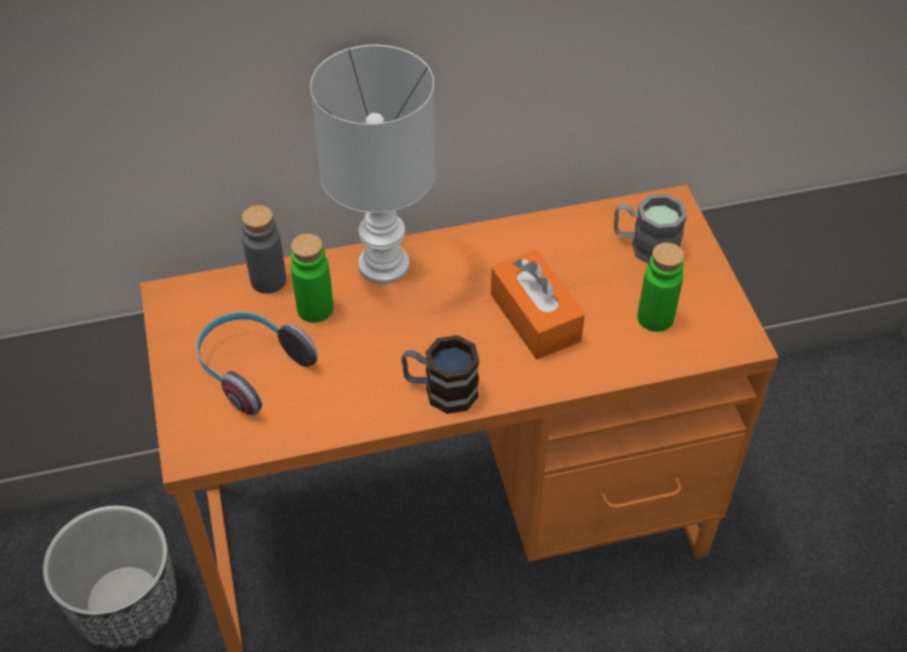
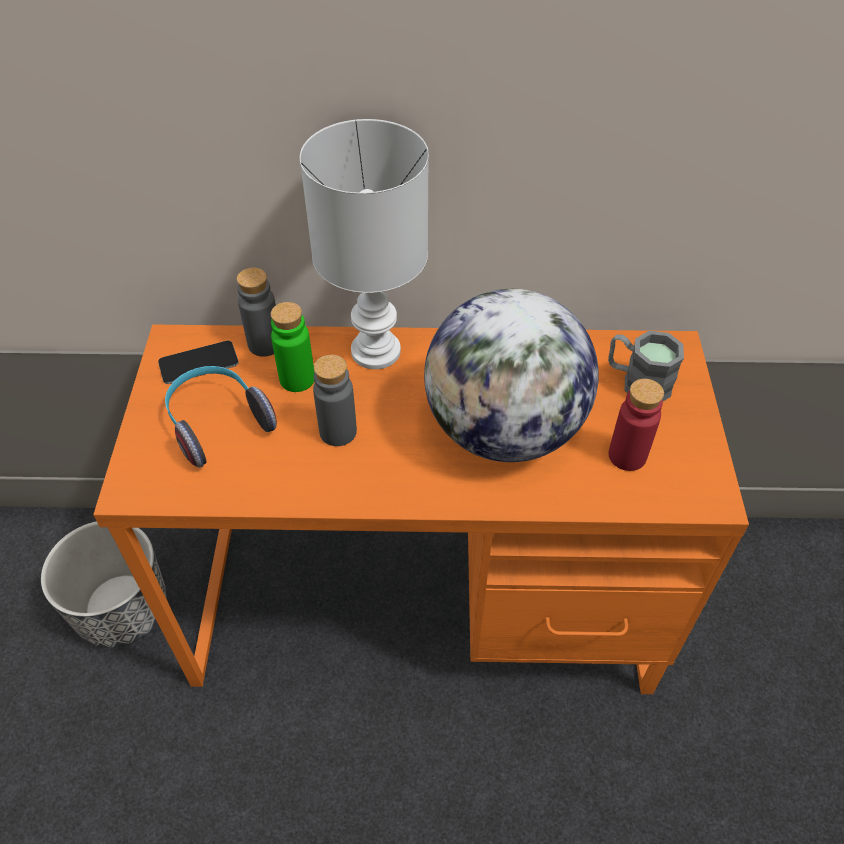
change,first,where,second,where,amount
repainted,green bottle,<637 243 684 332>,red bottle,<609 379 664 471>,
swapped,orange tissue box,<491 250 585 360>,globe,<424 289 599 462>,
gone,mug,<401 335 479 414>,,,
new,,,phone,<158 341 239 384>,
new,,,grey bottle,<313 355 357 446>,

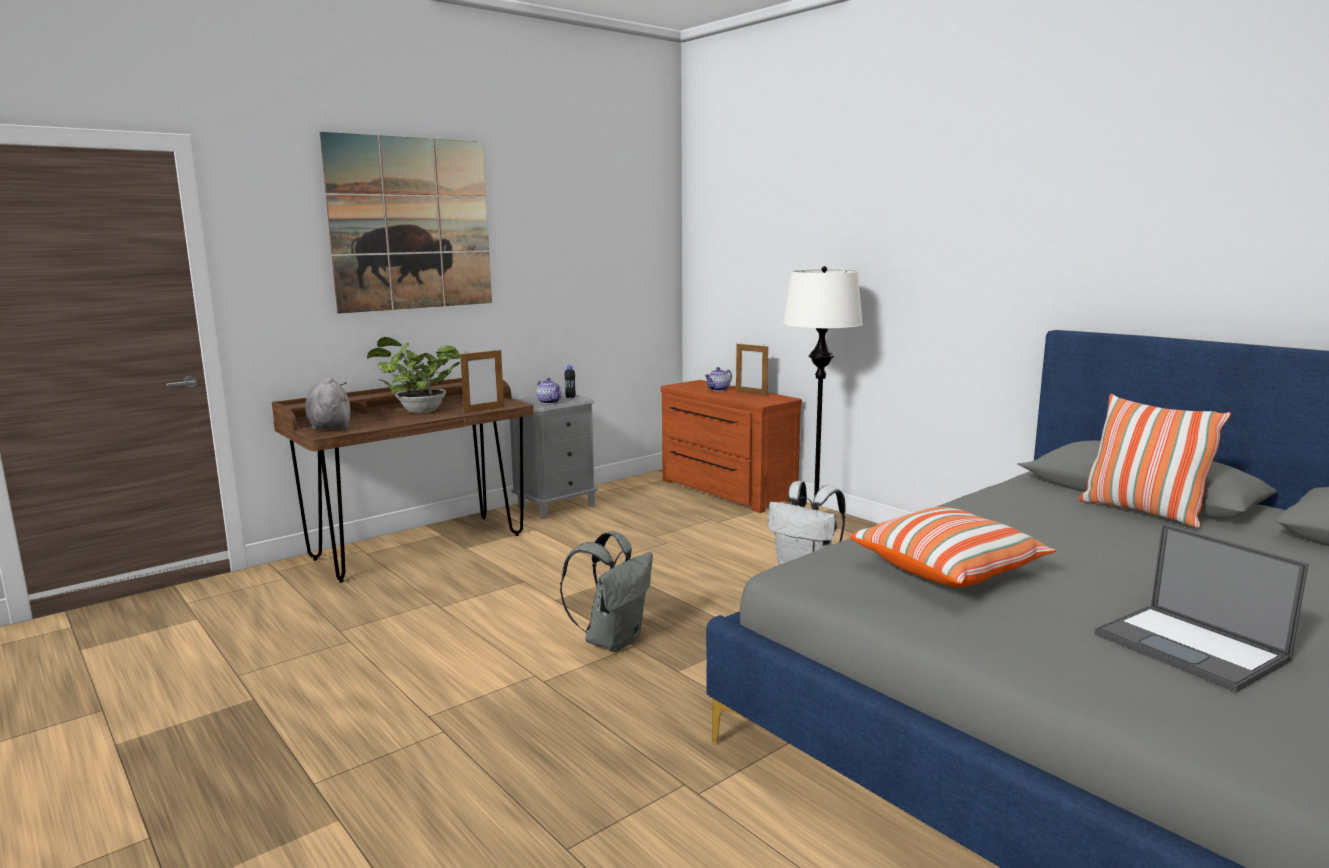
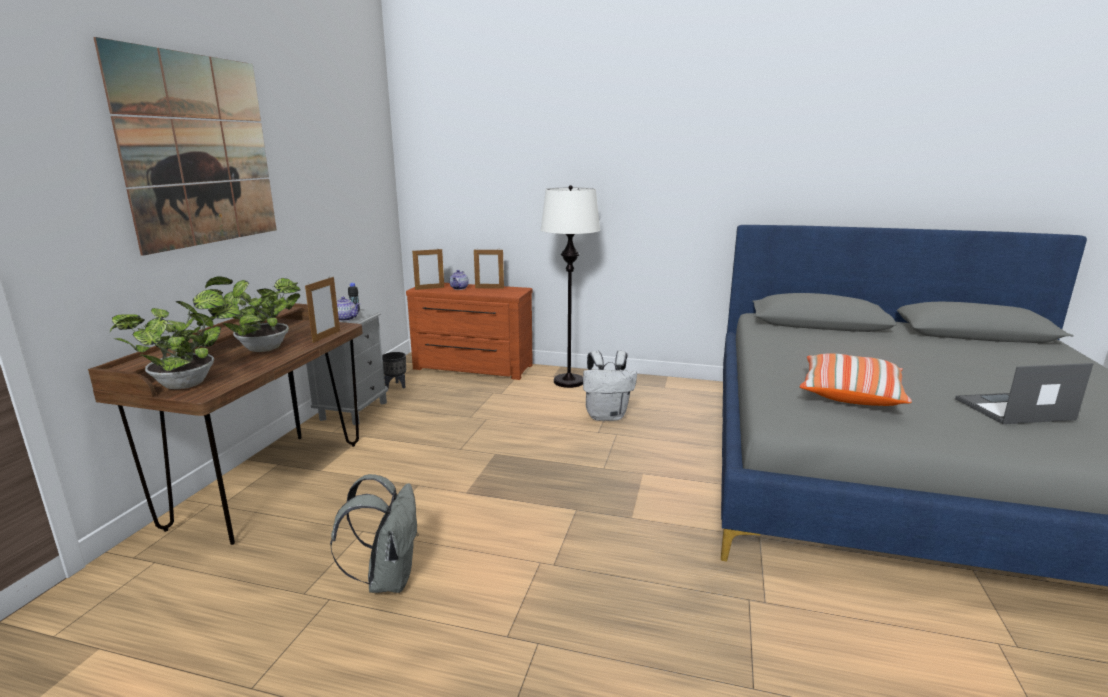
change,first,where,second,where,amount
swapped,grey plush toy,<305 377 350 431>,potted plant,<110 290 241 389>,
gone,pillow,<1078 394 1231 528>,,,
rotated,laptop,<1095 523 1309 692>,,<955 363 1093 424>,150 degrees clockwise
shifted,grey backpack,<560 531 653 652>,,<330 474 419 593>,
new,,,picture frame,<412 249 444 290>,
new,,,black planter,<382 352 406 389>,

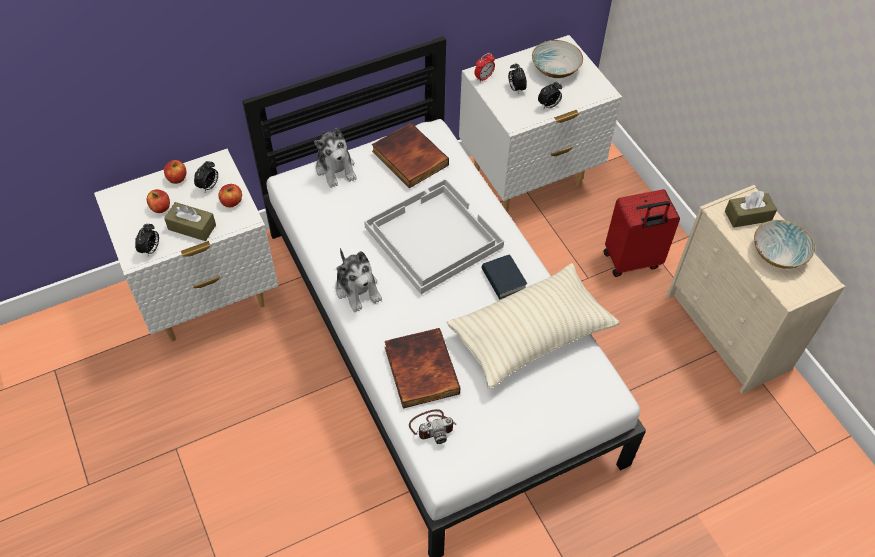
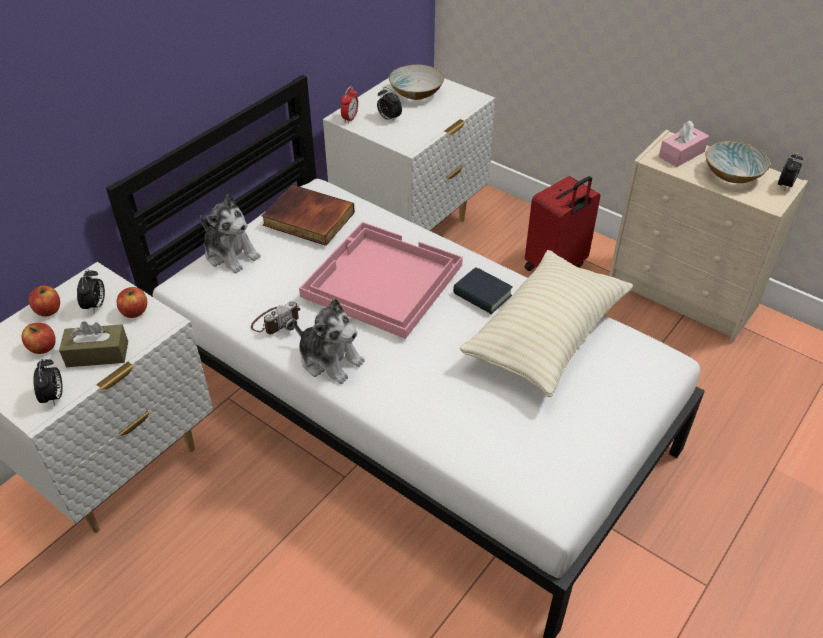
change,first,where,second,where,amount
shifted,alarm clock,<538 82 562 108>,,<778 152 803 190>,
repainted,white tray,<364 178 504 294>,pink tray,<299 222 463 339>,
repainted,brown tissue box,<725 191 777 228>,pink tissue box,<659 120 709 167>,
gone,book,<385 328 460 409>,,,
shifted,photo camera,<409 409 456 444>,,<251 301 300 334>,

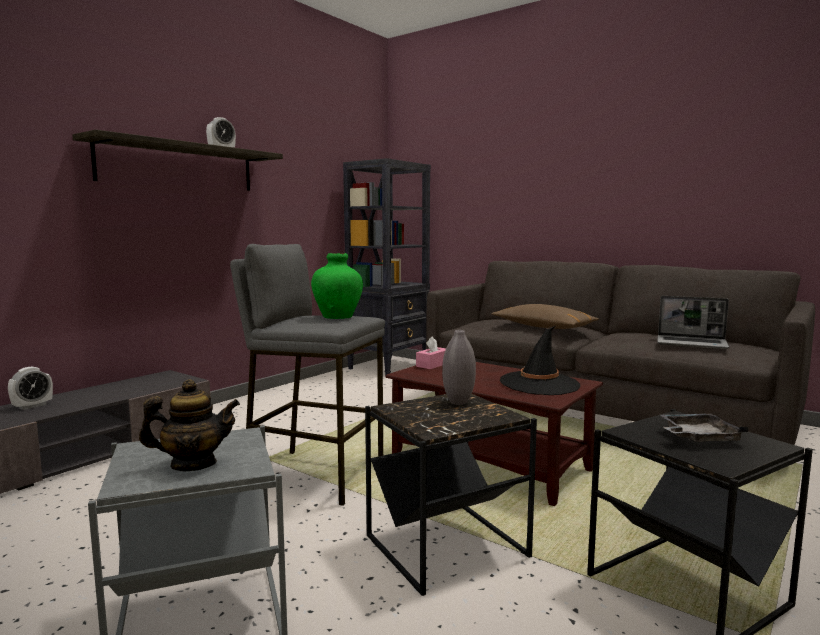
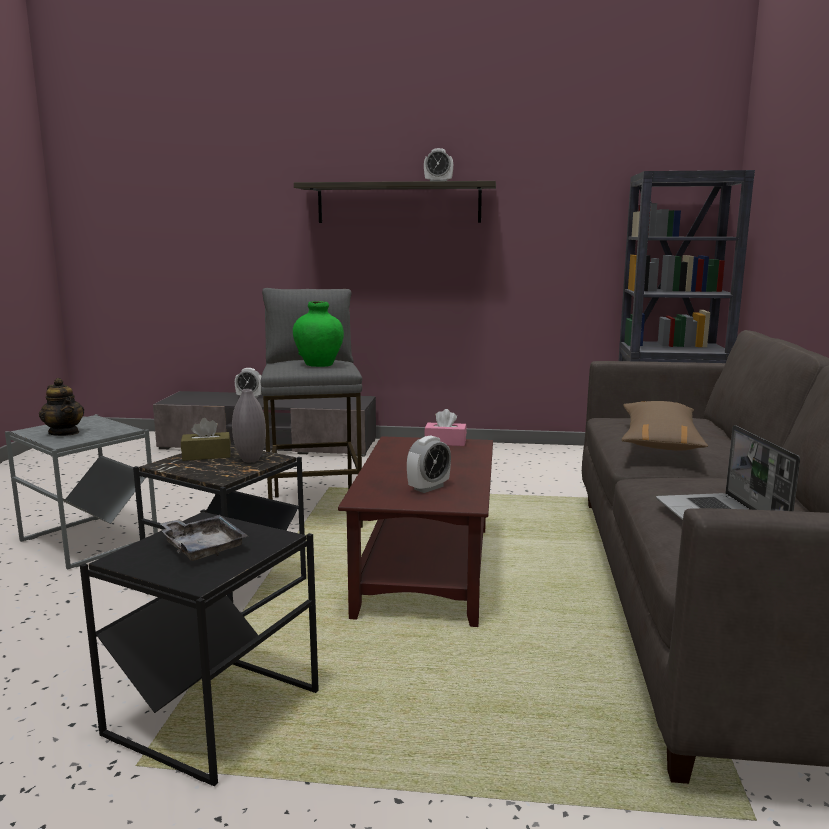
change,first,where,second,where,amount
swapped,black hat,<500 326 581 395>,alarm clock,<407 435 451 493>,
new,,,brown tissue box,<181 418 231 461>,

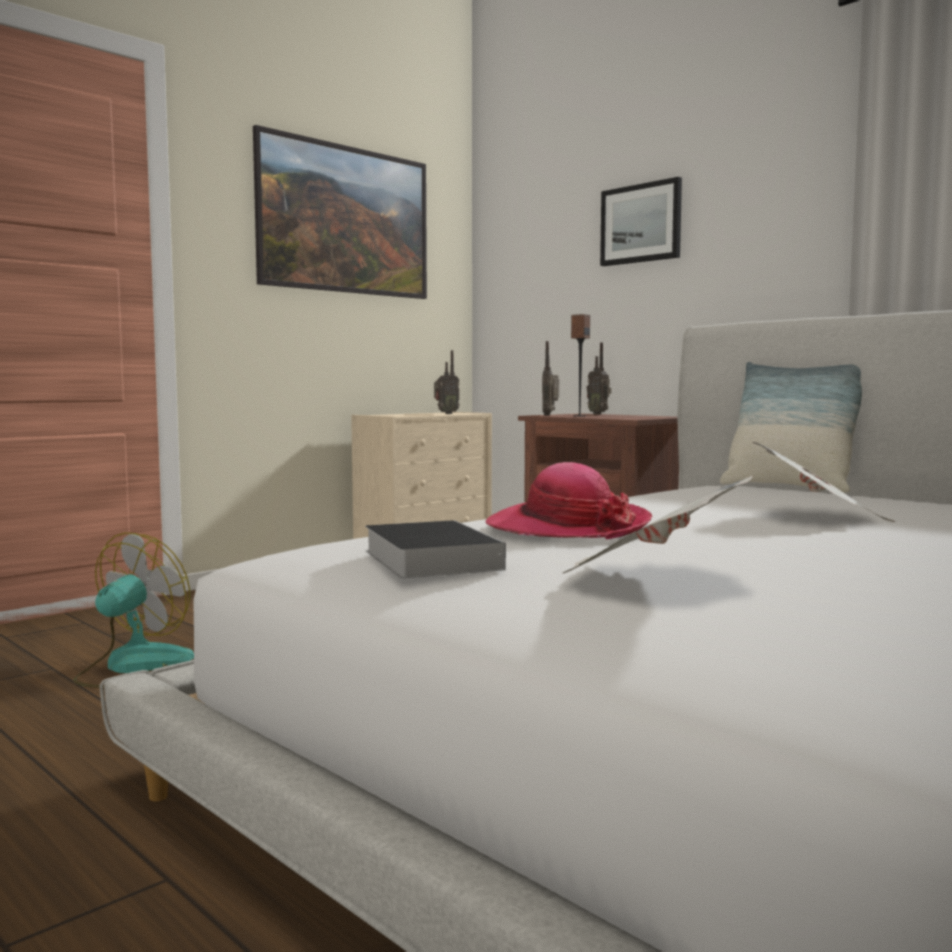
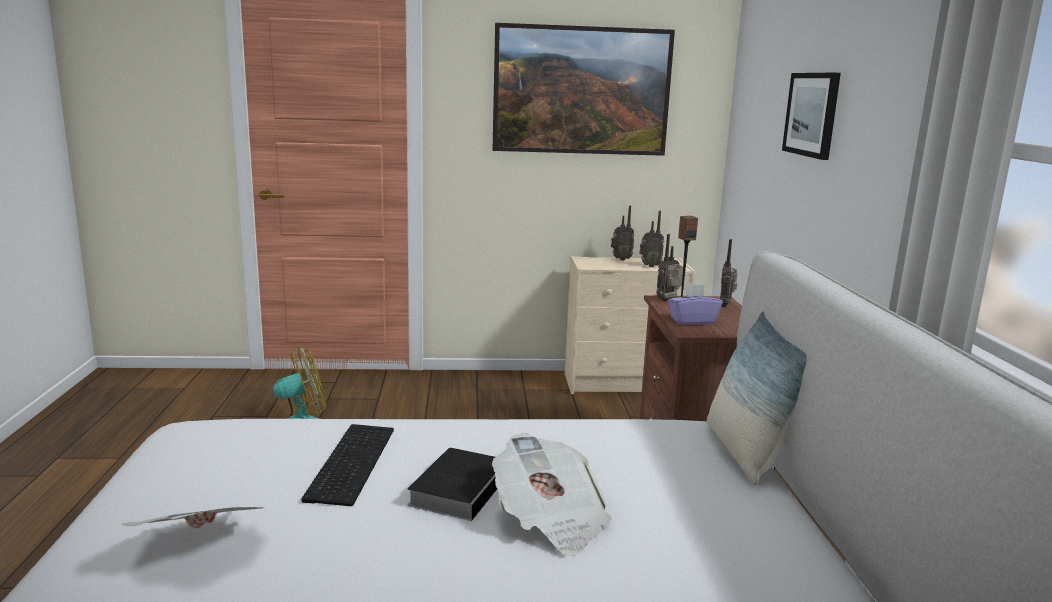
change,first,where,second,where,amount
swapped,hat,<486 462 653 540>,keyboard,<301 424 394 506>,
shifted,book,<365 520 506 578>,,<408 448 497 521>,
new,,,radio,<611 206 634 260>,
new,,,purple tissue box,<668 284 723 325>,

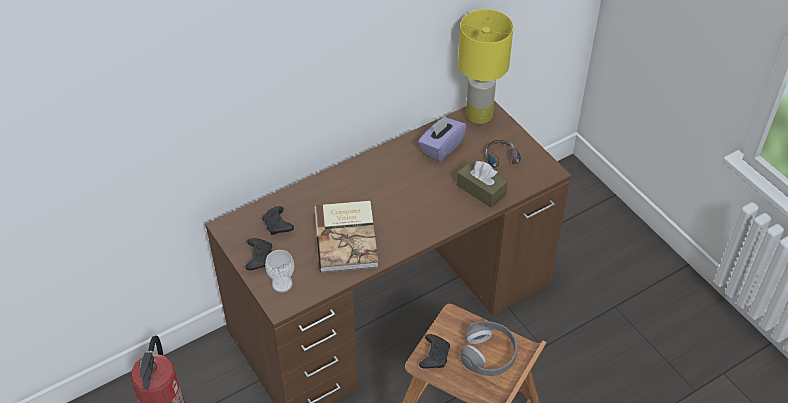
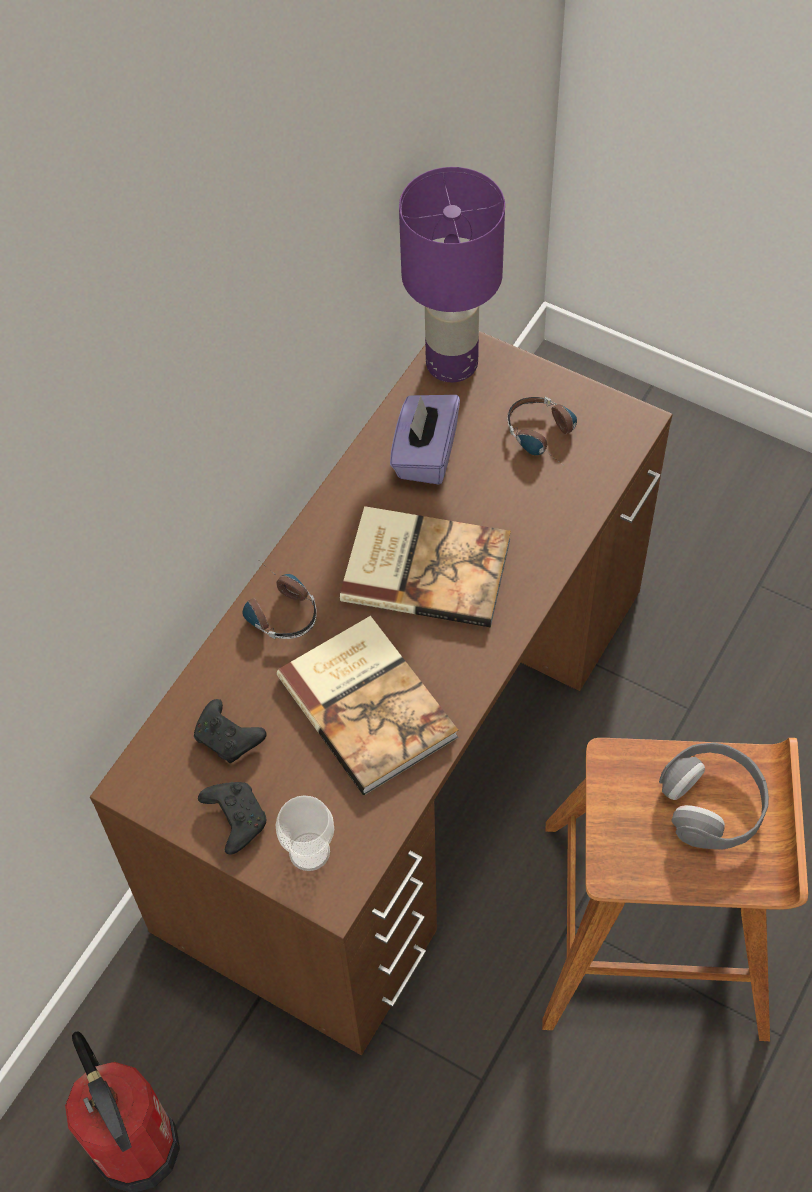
change,first,where,second,where,amount
repainted,yellow table lamp,<458 9 513 124>,purple table lamp,<399 167 505 383>,
gone,brown tissue box,<457 160 508 208>,,,
gone,black game controller,<419 334 450 368>,,,
new,,,book,<340 506 511 628>,
new,,,headphones,<243 561 317 639>,

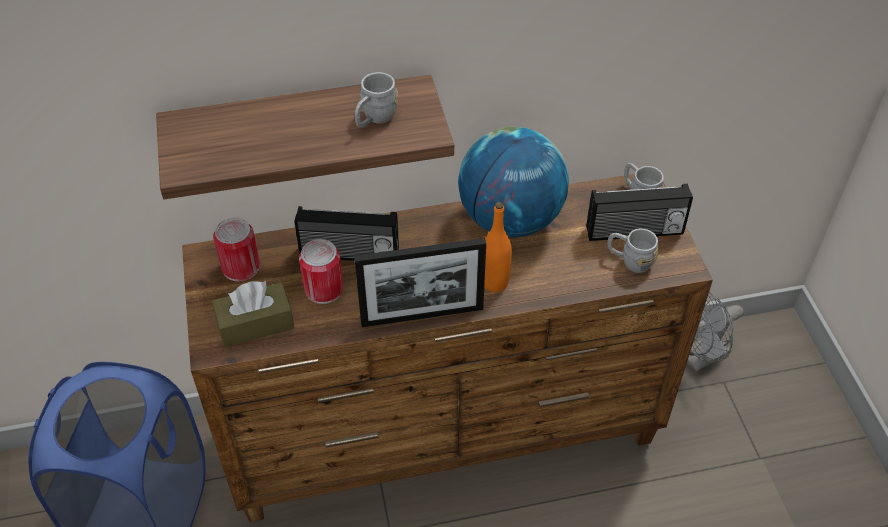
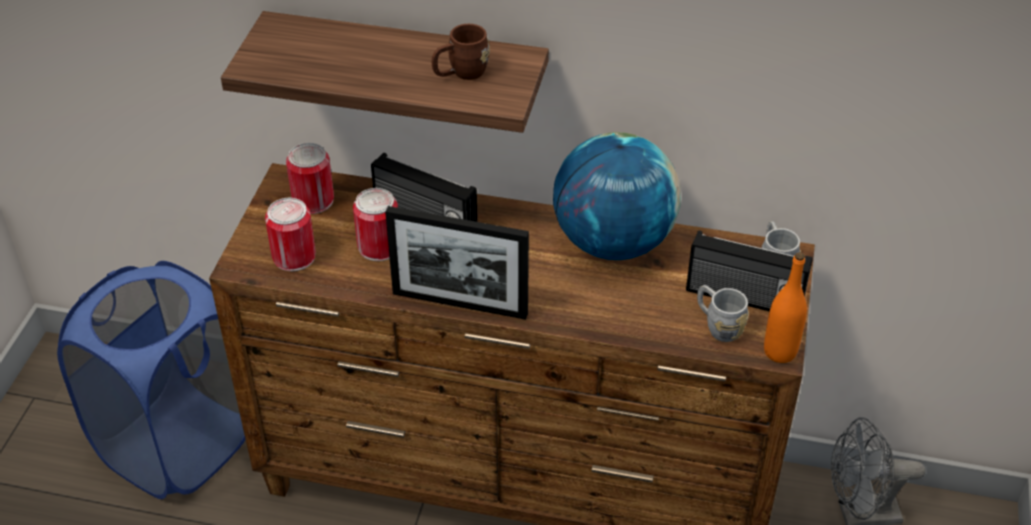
change,first,where,second,where,amount
repainted,grey mug,<355 72 398 127>,brown mug,<432 24 490 80>,
shifted,orange bottle,<484 202 512 292>,,<764 252 807 363>,
swapped,brown tissue box,<212 281 294 347>,can,<265 198 316 271>,

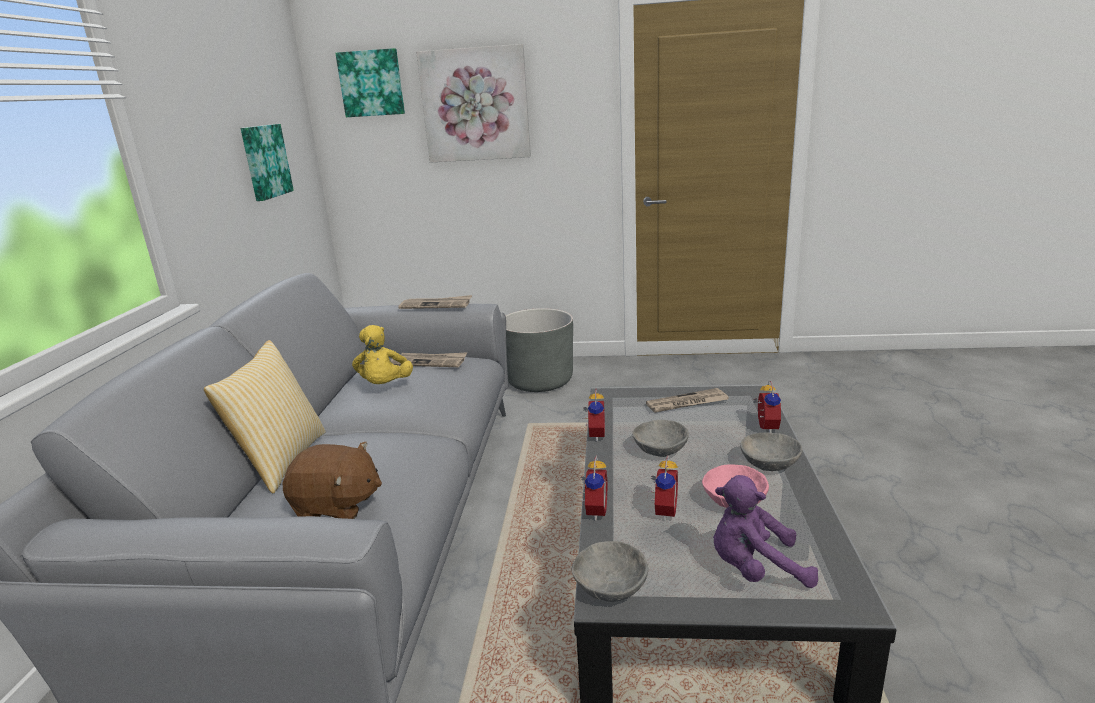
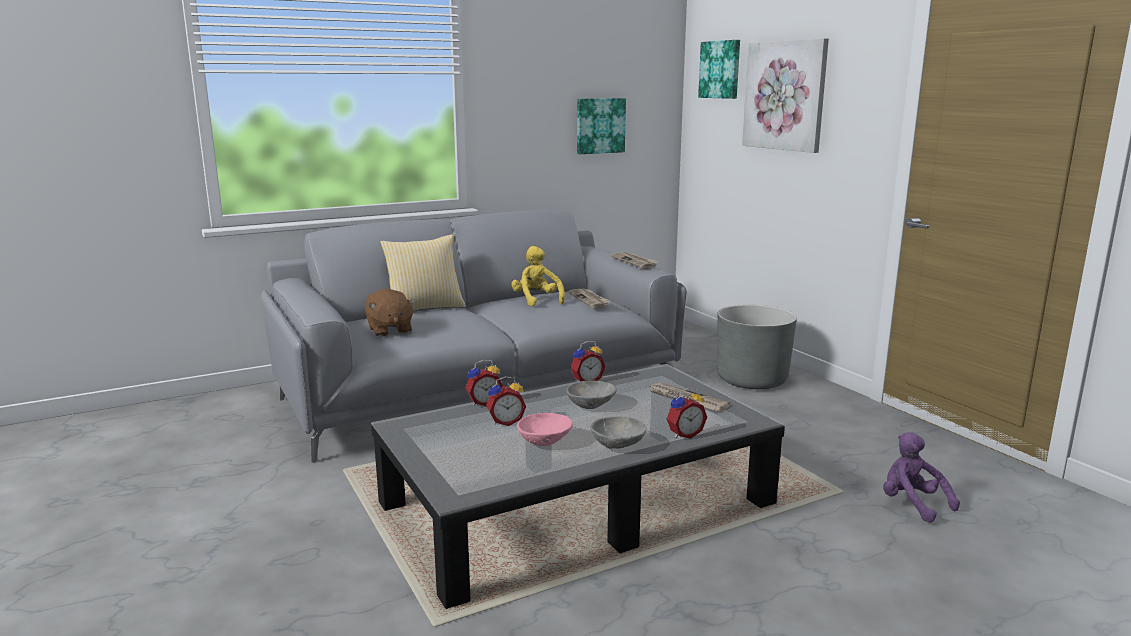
change,first,where,second,where,amount
rotated,yellow plush toy,<352 325 413 384>,,<511 246 565 307>,105 degrees clockwise
shifted,purple plush toy,<713 475 818 588>,,<883 432 960 523>,
gone,grey bowl,<572 541 648 602>,,,

